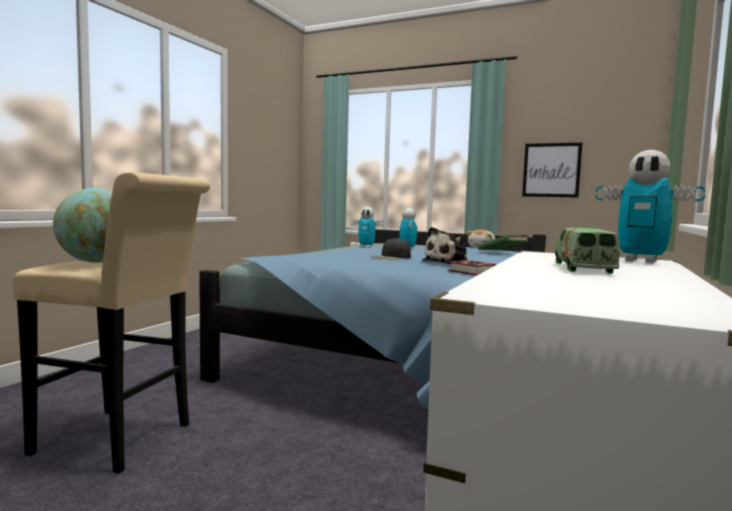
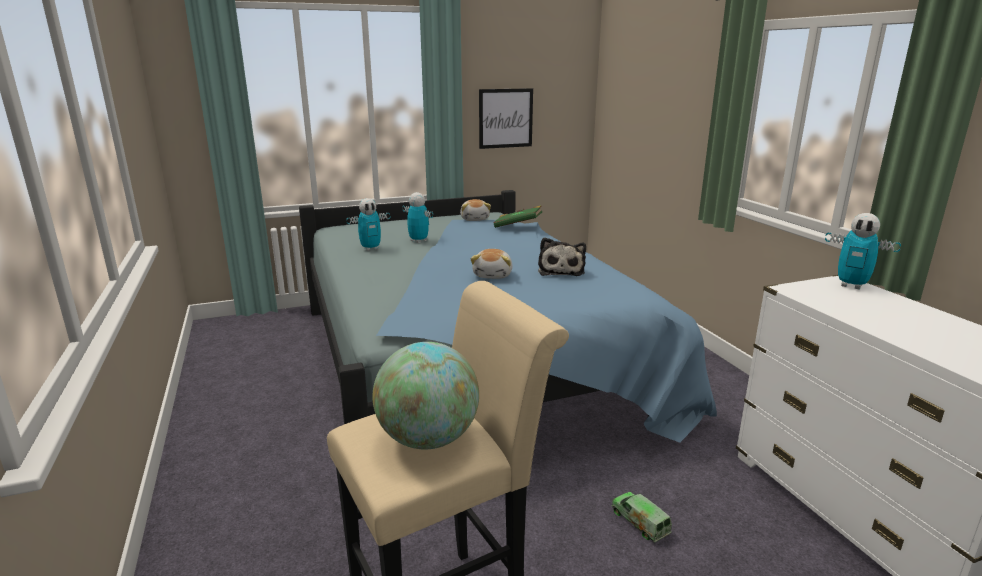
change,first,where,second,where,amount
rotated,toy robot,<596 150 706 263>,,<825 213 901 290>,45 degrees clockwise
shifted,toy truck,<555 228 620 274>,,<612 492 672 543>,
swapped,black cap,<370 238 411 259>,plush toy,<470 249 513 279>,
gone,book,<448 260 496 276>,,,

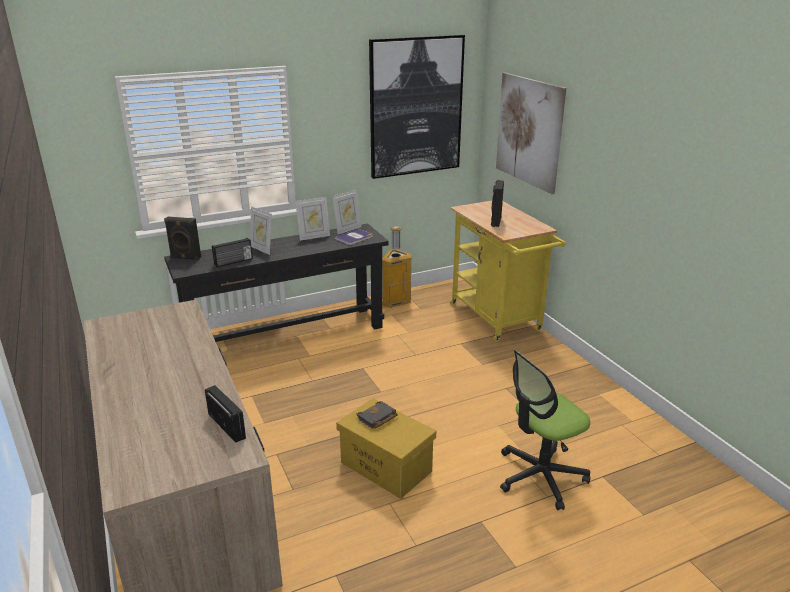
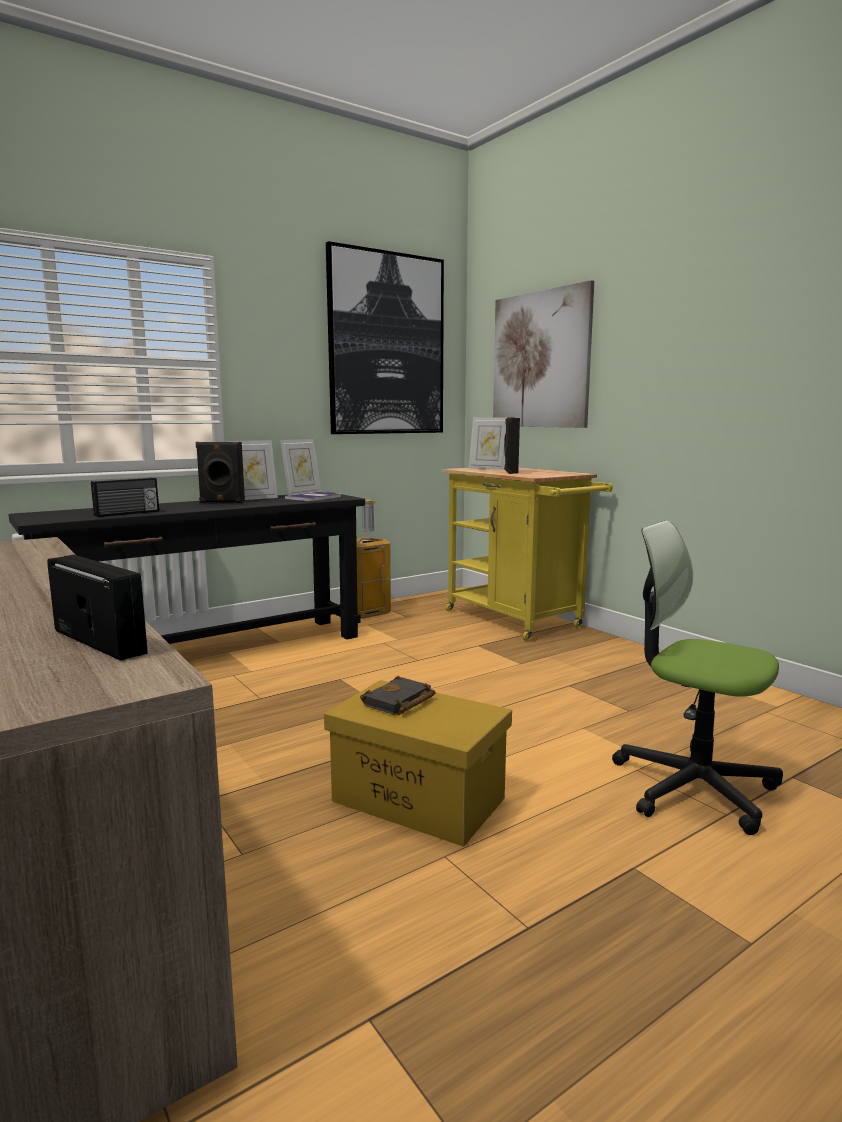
change,first,where,second,where,amount
shifted,picture frame,<250 206 272 255>,,<469 417 507 470>,
shifted,black speaker,<164 217 201 260>,,<196 442 245 503>,
rotated,office chair,<500 350 590 510>,,<612 521 783 835>,75 degrees clockwise

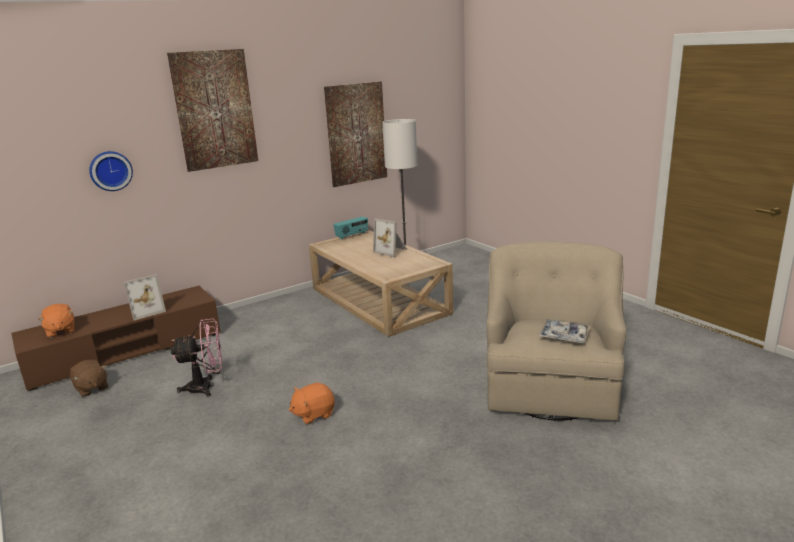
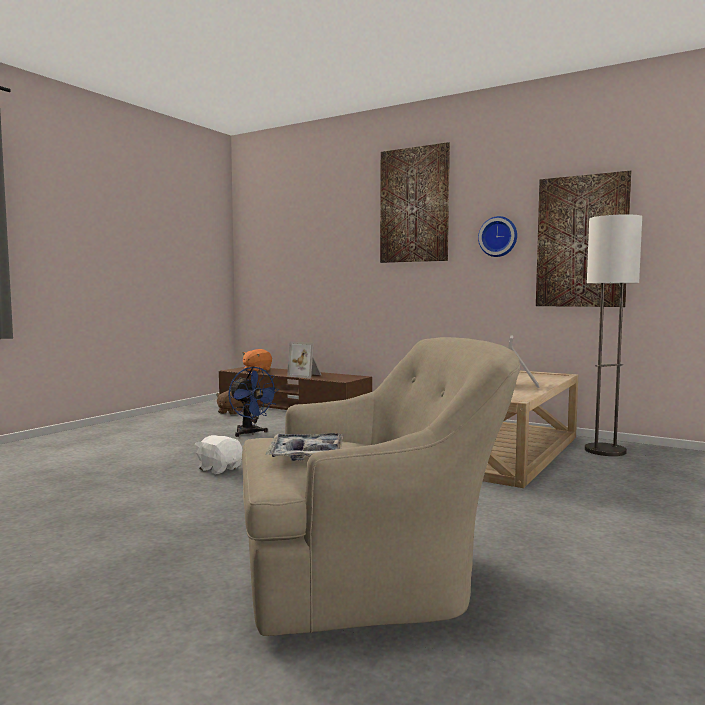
change,first,where,second,where,amount
shifted,wall clock,<89 151 133 191>,,<478 216 517 257>,
gone,radio,<333 216 368 239>,,,
repainted,pink fan,<171 319 223 397>,blue fan,<228 367 280 437>,
repainted,orange plush toy,<289 382 335 424>,white plush toy,<195 435 243 474>,

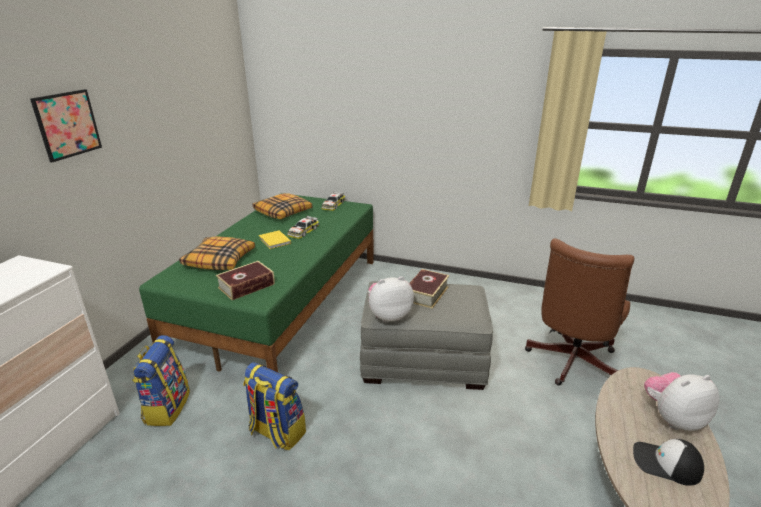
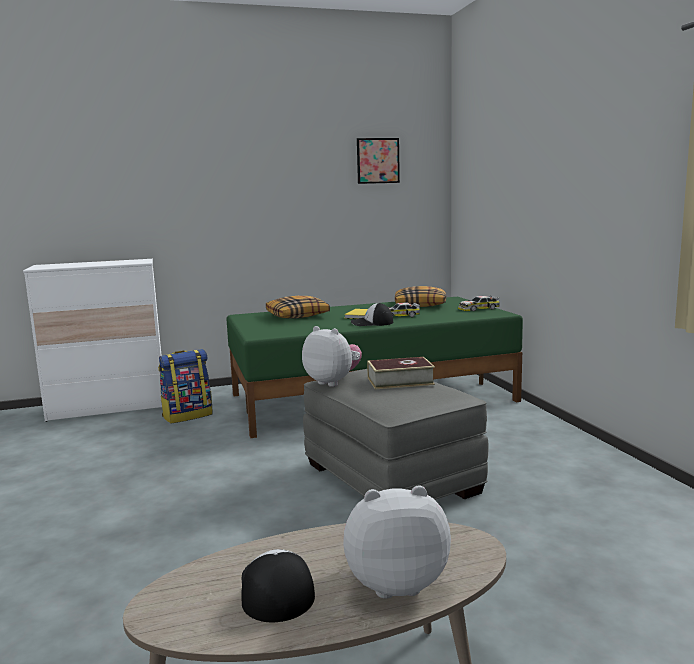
change,first,where,second,where,amount
shifted,picture,<30 89 102 162>,,<357 138 400 184>,
gone,brown office chair,<525 238 634 385>,,,
gone,book,<216 261 275 300>,,,
gone,backpack,<243 362 306 450>,,,
rotated,plush toy,<644 372 720 431>,,<343 485 451 599>,45 degrees counterclockwise
new,,,cap,<351 303 393 326>,

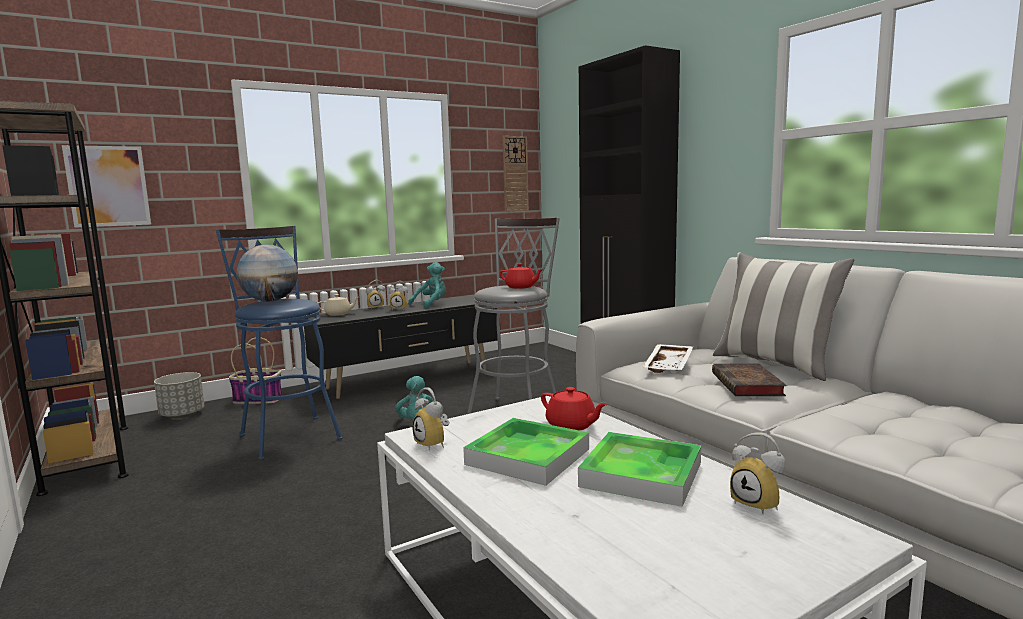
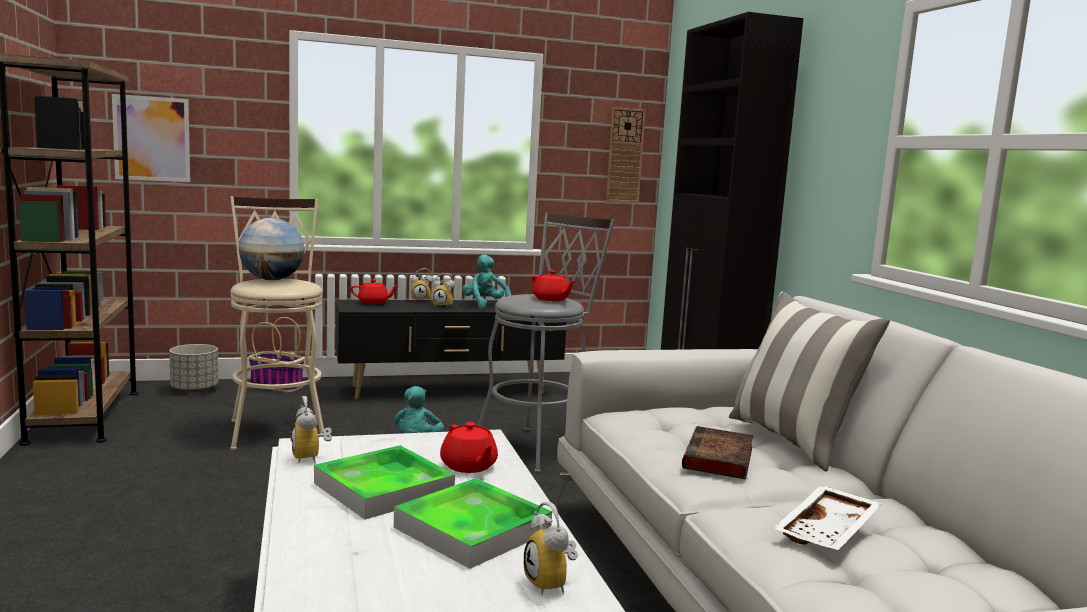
change,first,where,second,where,amount
repainted,blue stool,<216 226 342 460>,beige stool,<230 196 324 450>,
rotated,turquoise plush toy,<408 262 446 309>,,<462 254 512 309>,90 degrees counterclockwise
repainted,beige teapot,<317 294 359 316>,red teapot,<350 279 398 304>,
shifted,white tray,<643 344 693 373>,,<773 485 882 550>,

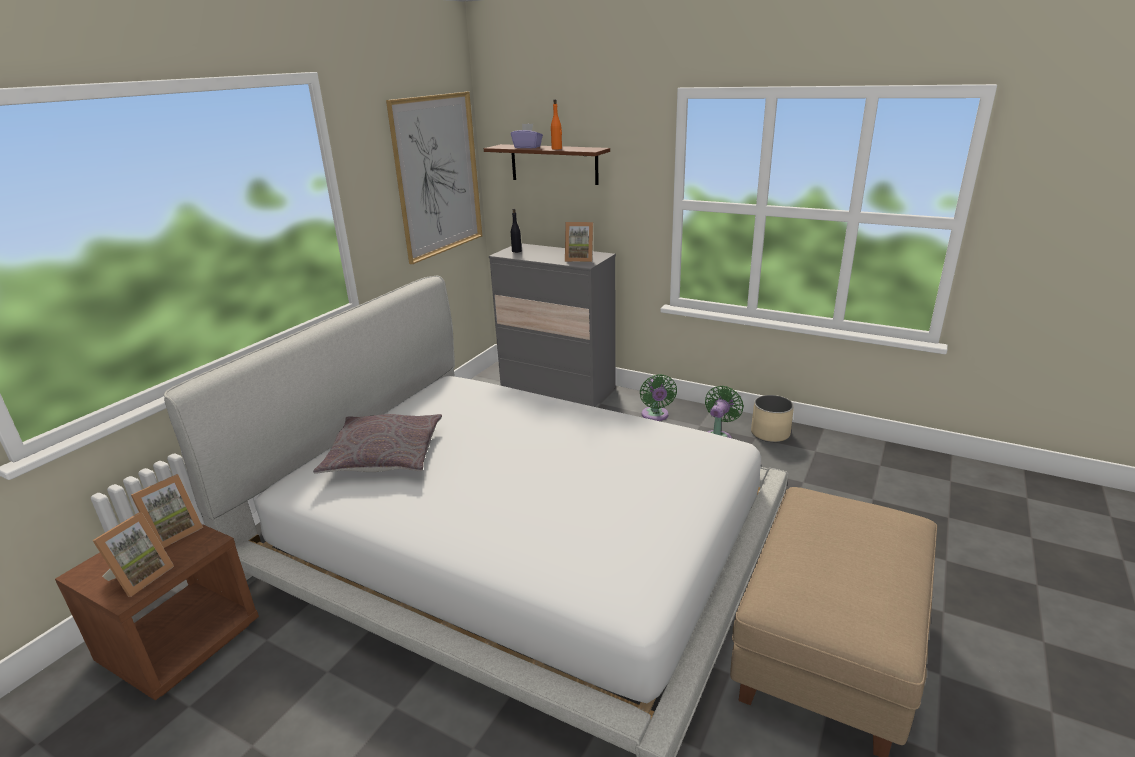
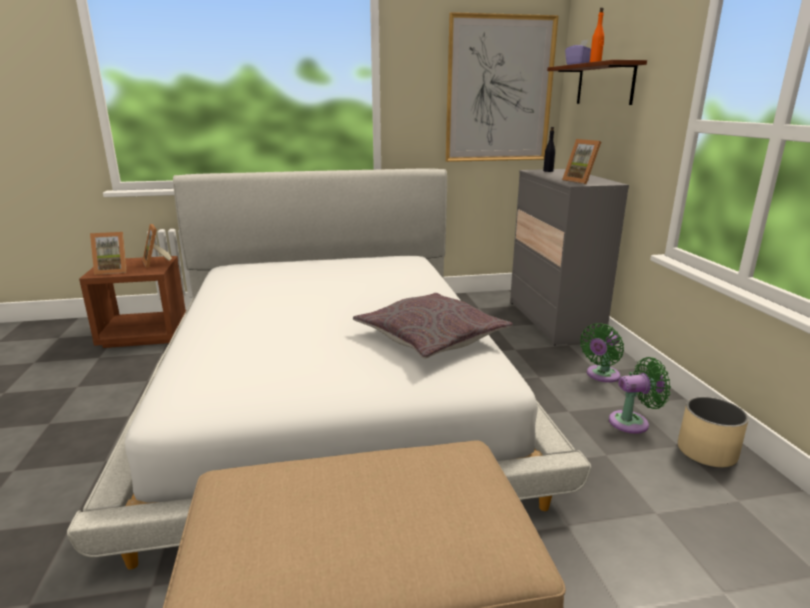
change,first,where,second,where,amount
shifted,grey pillow,<313 414 442 473>,,<353 293 513 359>,
rotated,picture frame,<131 474 203 548>,,<142 224 172 268>,60 degrees clockwise

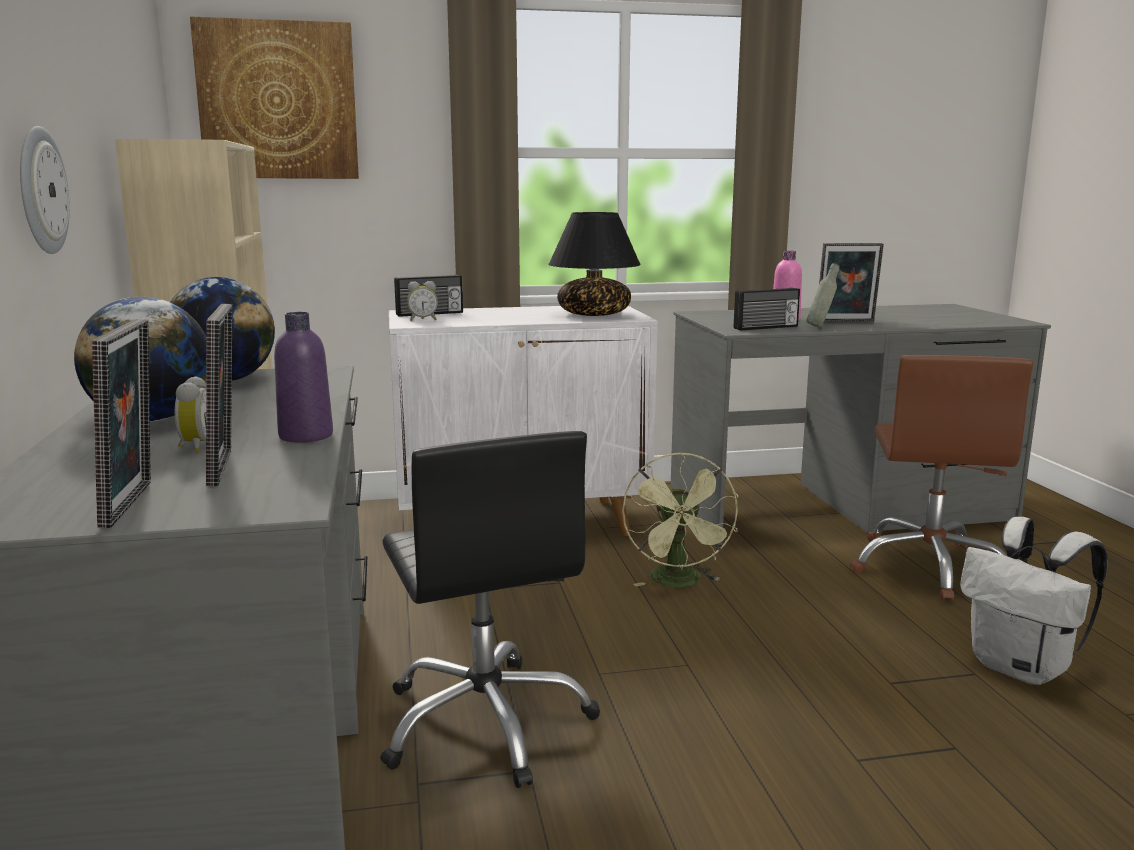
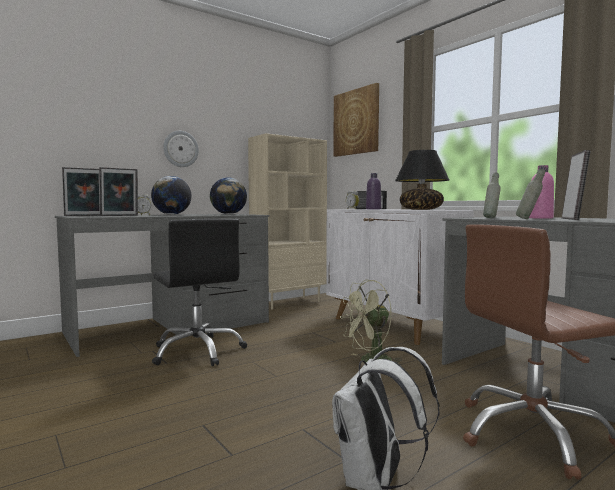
change,first,where,second,where,amount
rotated,picture frame,<819 243 884 322>,,<562 150 591 220>,135 degrees counterclockwise
swapped,radio,<734 288 800 330>,grey bottle,<483 172 501 218>,
shifted,purple bottle,<274 312 333 443>,,<366 173 381 209>,
rotated,black office chair,<380 431 600 788>,,<152 219 247 366>,75 degrees counterclockwise

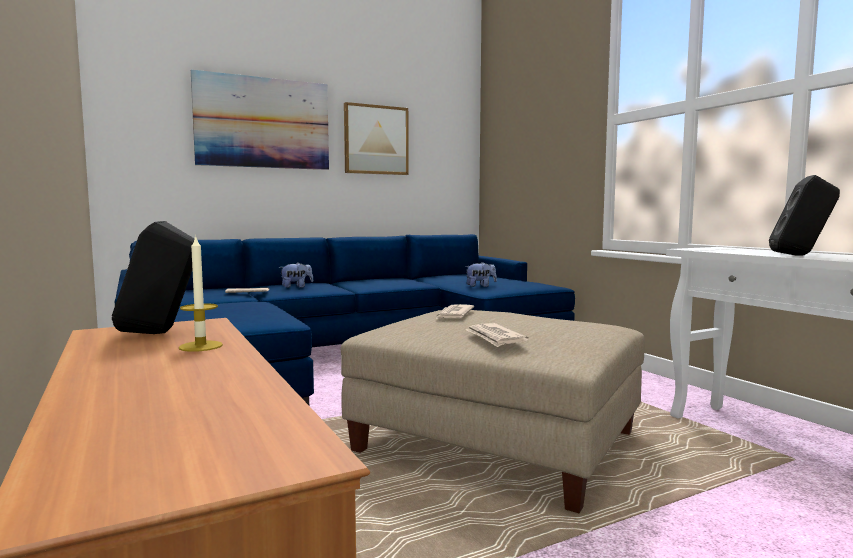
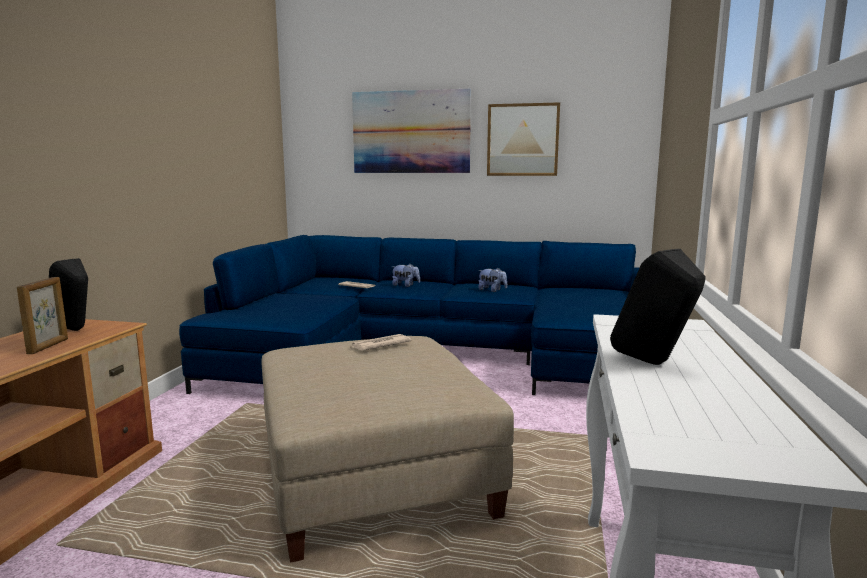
change,first,where,second,where,amount
swapped,candle,<179 235 223 352>,picture frame,<17 277 68 354>,
shifted,plush toy,<465 262 497 287>,,<478 268 507 292>,
gone,newspaper,<466 323 529 347>,,,

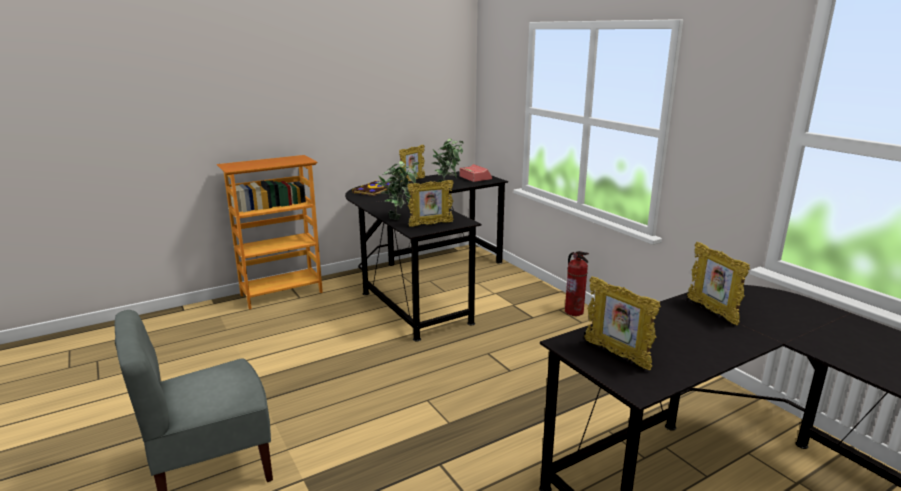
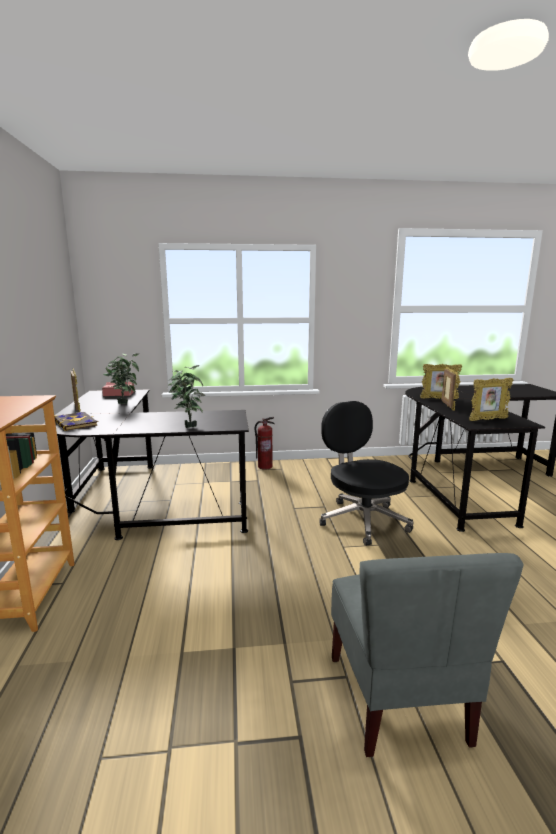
change,first,where,second,where,amount
shifted,picture frame,<407 180 454 227>,,<441 367 459 411>,
new,,,black office chair,<319 401 414 546>,

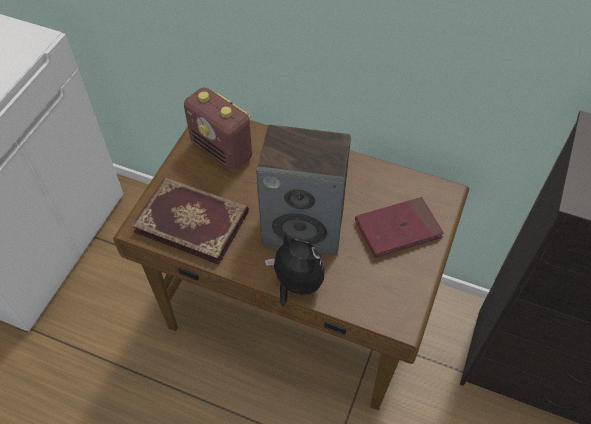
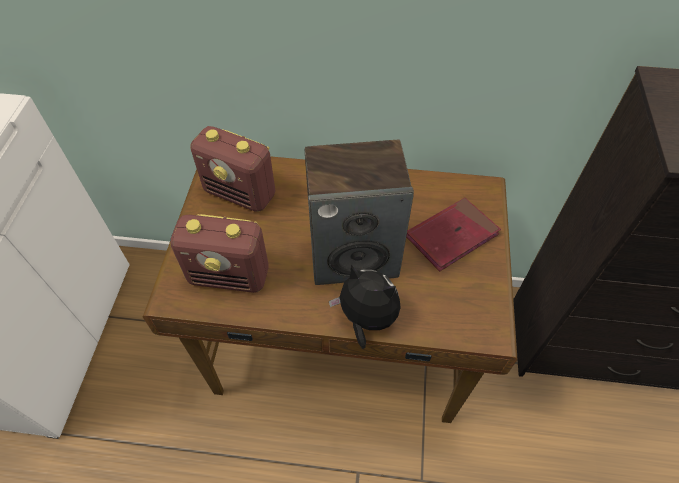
change,first,where,second,where,amount
swapped,book,<131 177 249 265>,radio,<170 214 269 293>,

